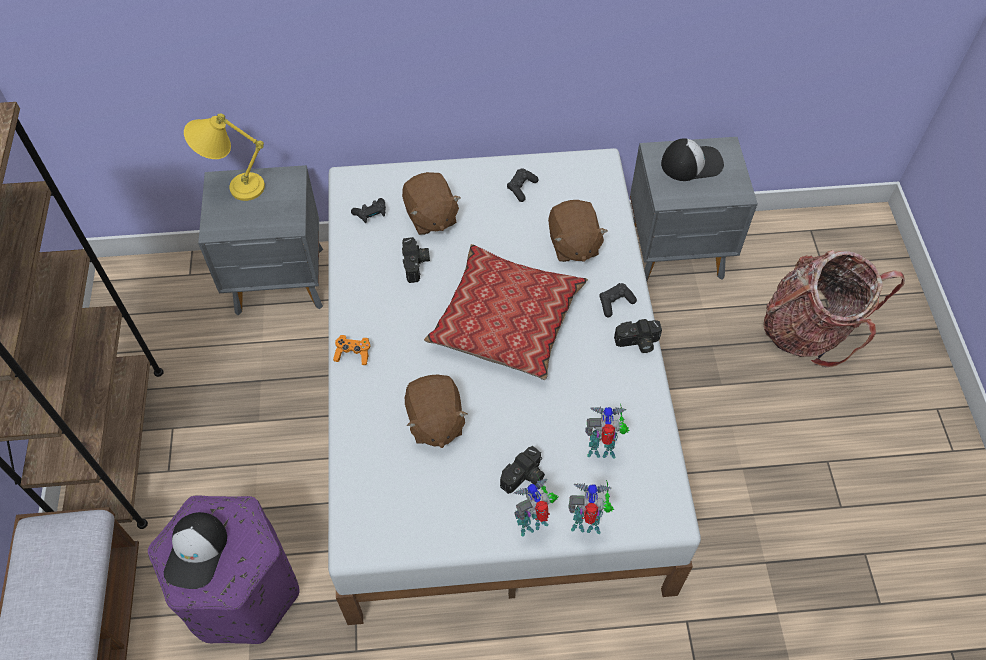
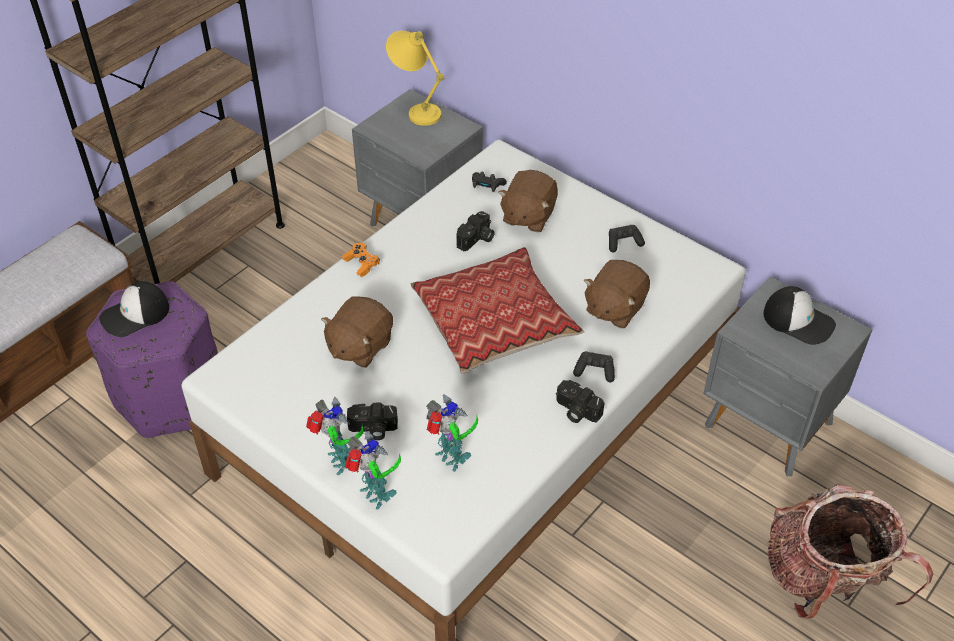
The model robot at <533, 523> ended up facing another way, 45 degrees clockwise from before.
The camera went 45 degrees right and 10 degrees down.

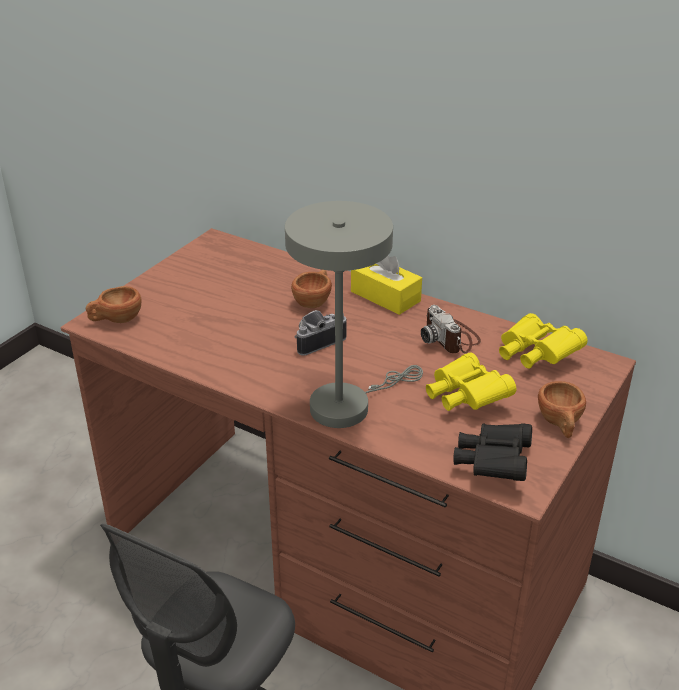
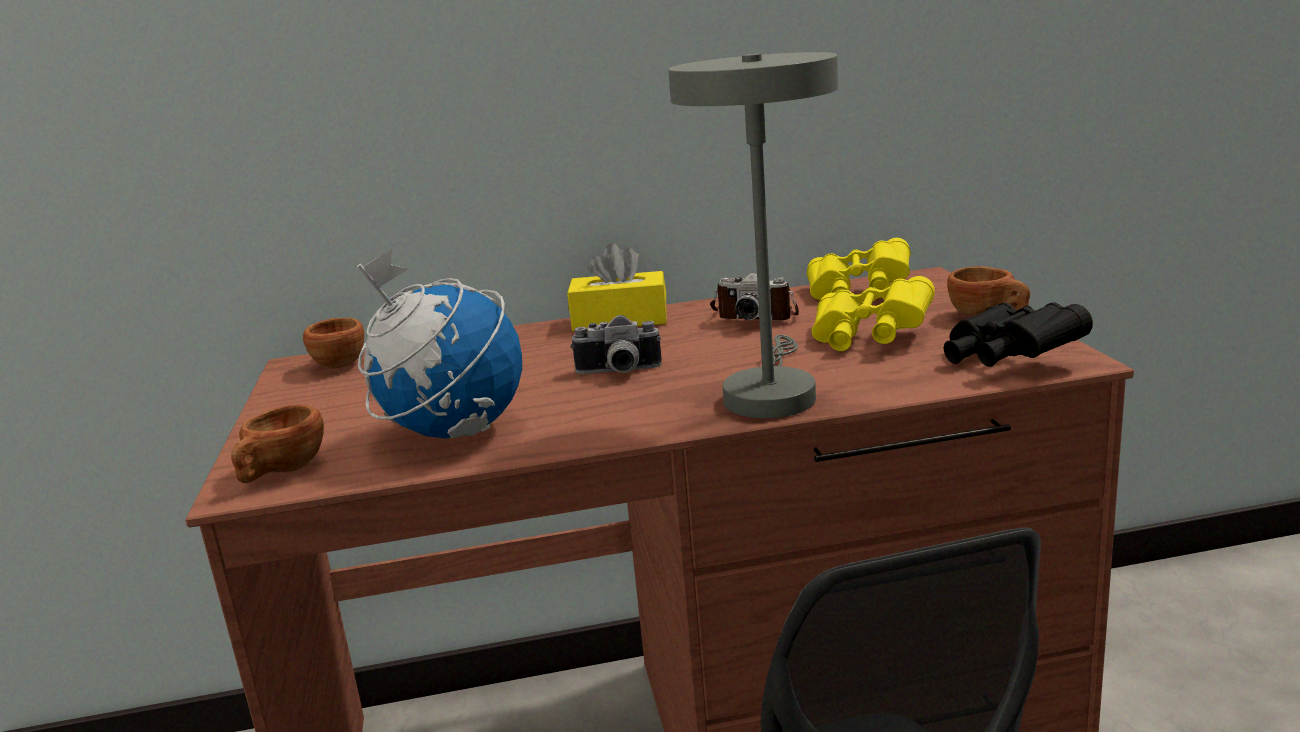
The drinking cup in brown ended up elsewhere, having gone from <314, 301> to <339, 362>.
The photo camera at <317, 340> ended up facing another way, 105 degrees counterclockwise from before.
The second view gained the desk globe at <452, 432>.
The camera went 40 degrees left and 15 degrees down.

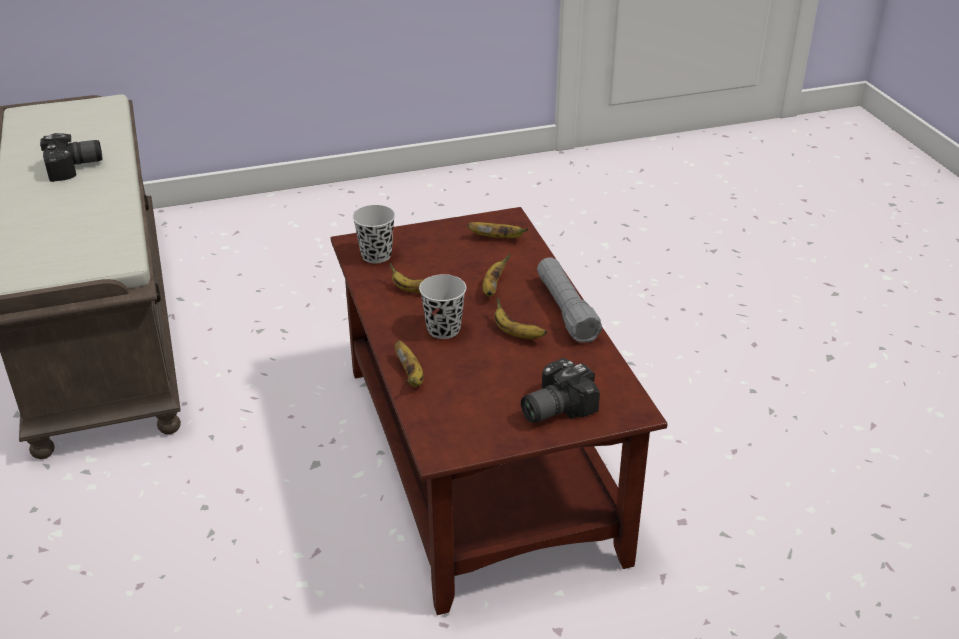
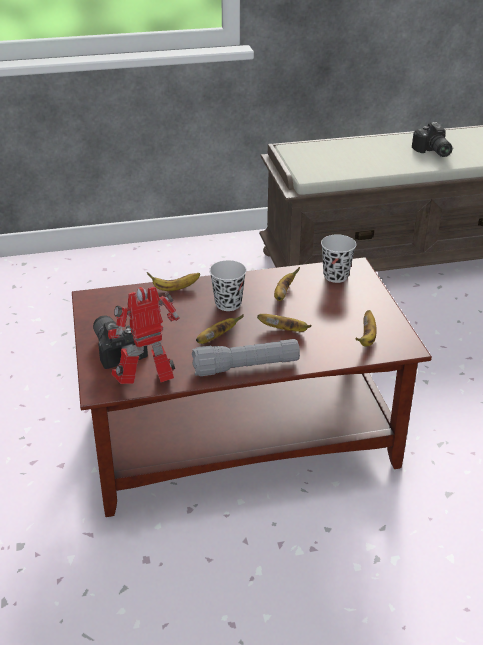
The second view gained the model robot at <148, 383>.
The camera went 95 degrees right and 0 degrees up.

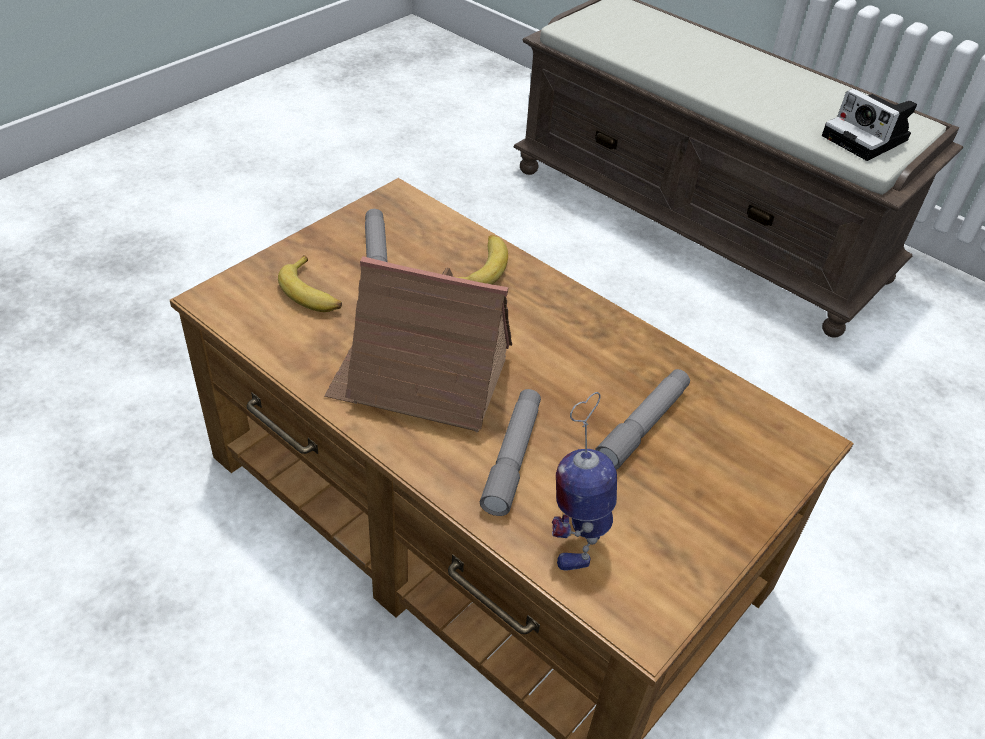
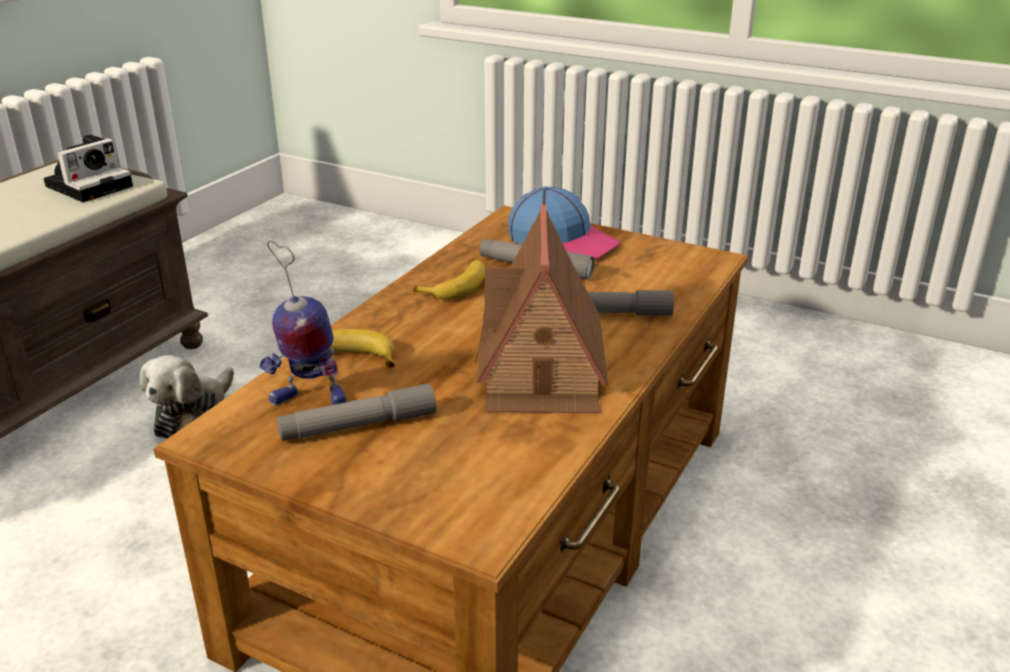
The banana fruit ended up elsewhere, having gone from <312, 293> to <457, 286>.
The model robot ended up elsewhere, having gone from <576, 537> to <308, 399>.
The second view gained the soft toy at <194, 415>.
The second view gained the peaked cap at <562, 241>.
The camera went 100 degrees left and 15 degrees down.

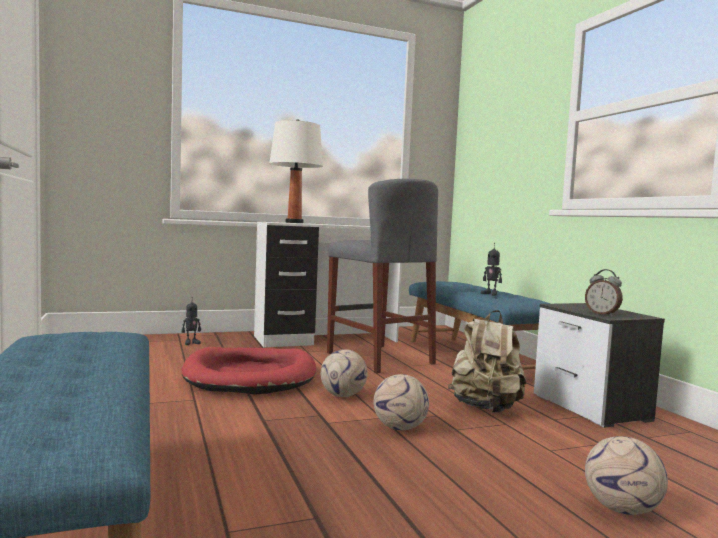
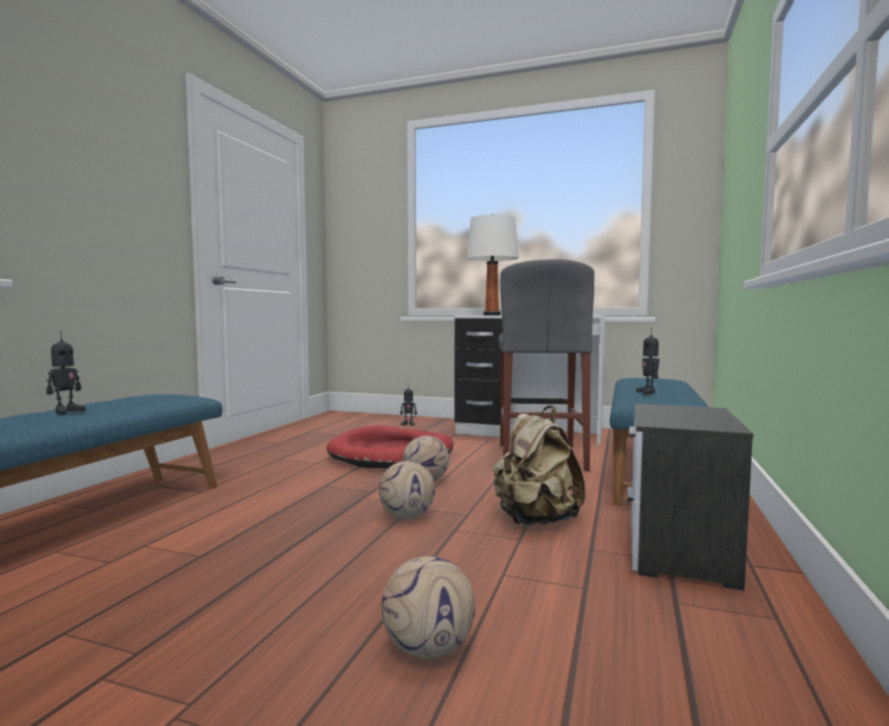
The second view lost the alarm clock at <602, 314>.
The second view gained the model robot at <66, 411>.
The camera went 40 degrees right and 0 degrees up.

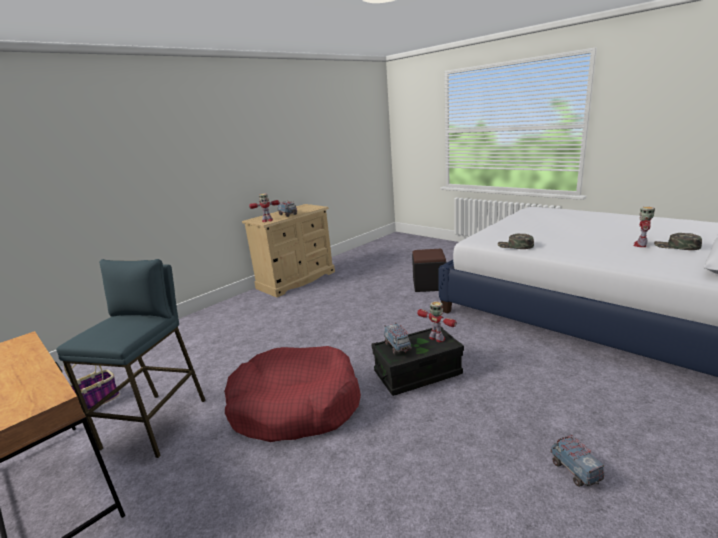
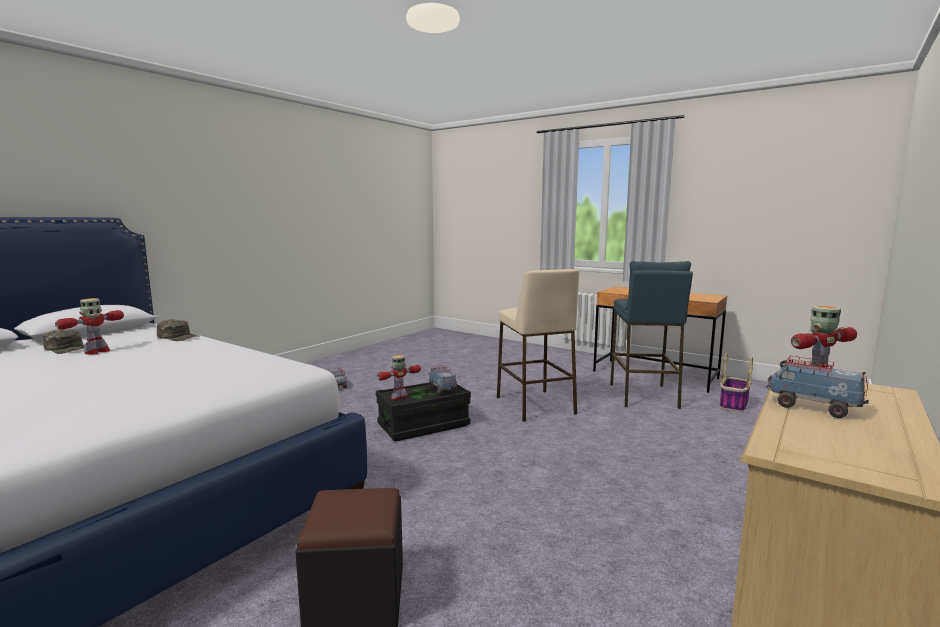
Where the dog cushion in red-coloured stood at <295, 405>, the sitting stool in beige came to stand at <535, 405>.
The model robot at <437, 339> ended up facing another way, 105 degrees clockwise from before.
The peaked cap in greenish ended up elsewhere, having gone from <515, 246> to <178, 336>.
The camera went 170 degrees right and 10 degrees down.

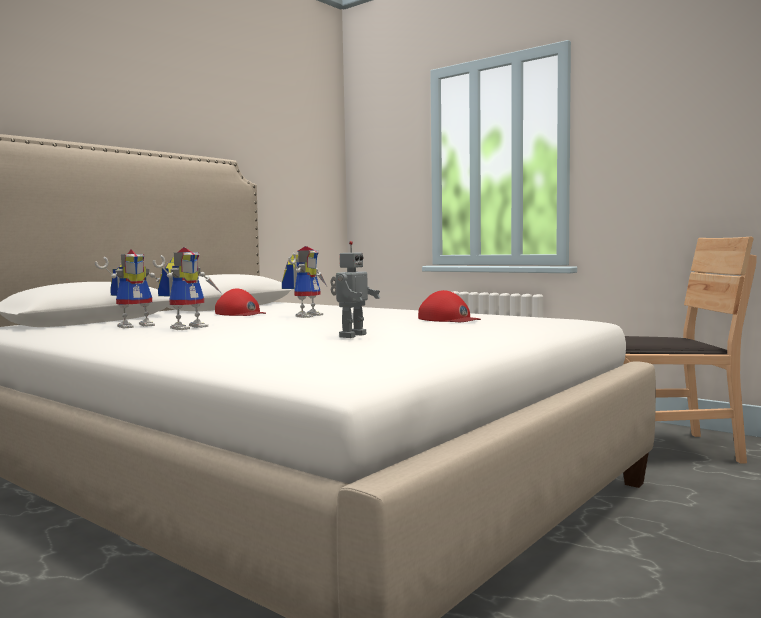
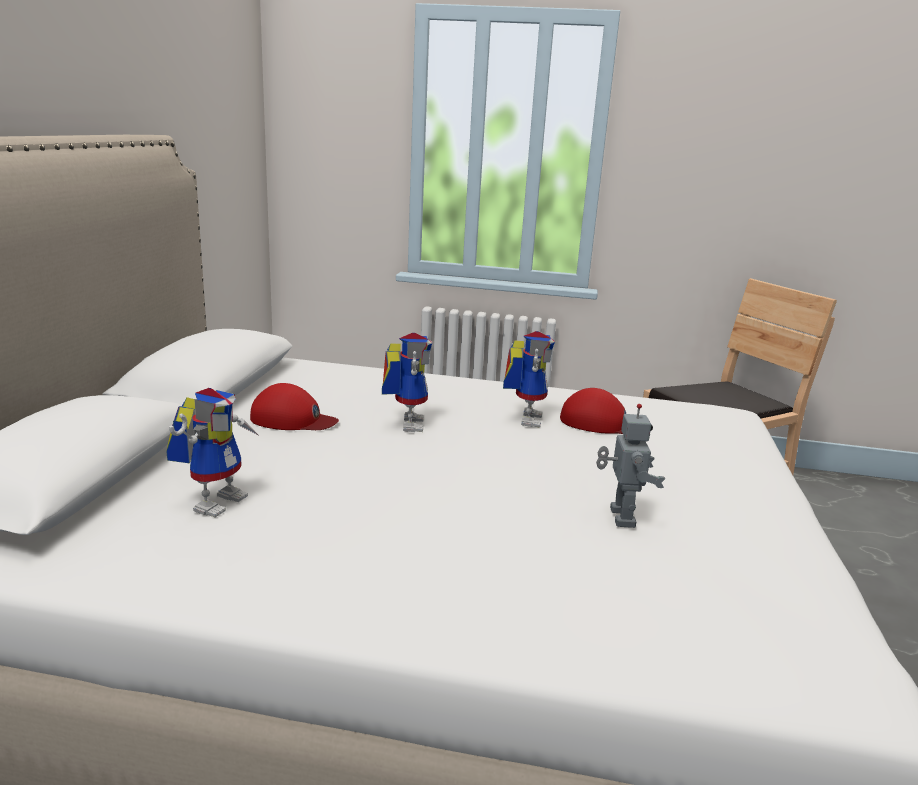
The model robot ended up elsewhere, having gone from <188, 327> to <524, 418>.
The camera went 30 degrees left and 15 degrees up.

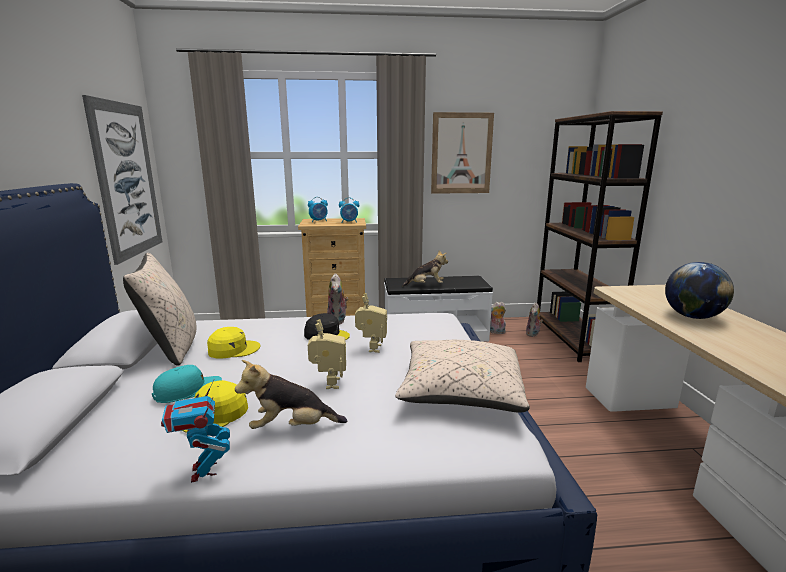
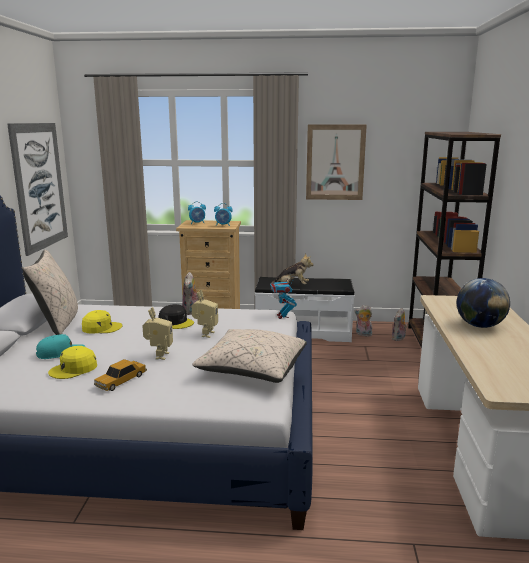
The model robot ended up elsewhere, having gone from <203, 471> to <282, 316>.
Where the soft toy stood at <292, 428>, the miniature car came to stand at <121, 380>.
The camera went 10 degrees right and 0 degrees up.

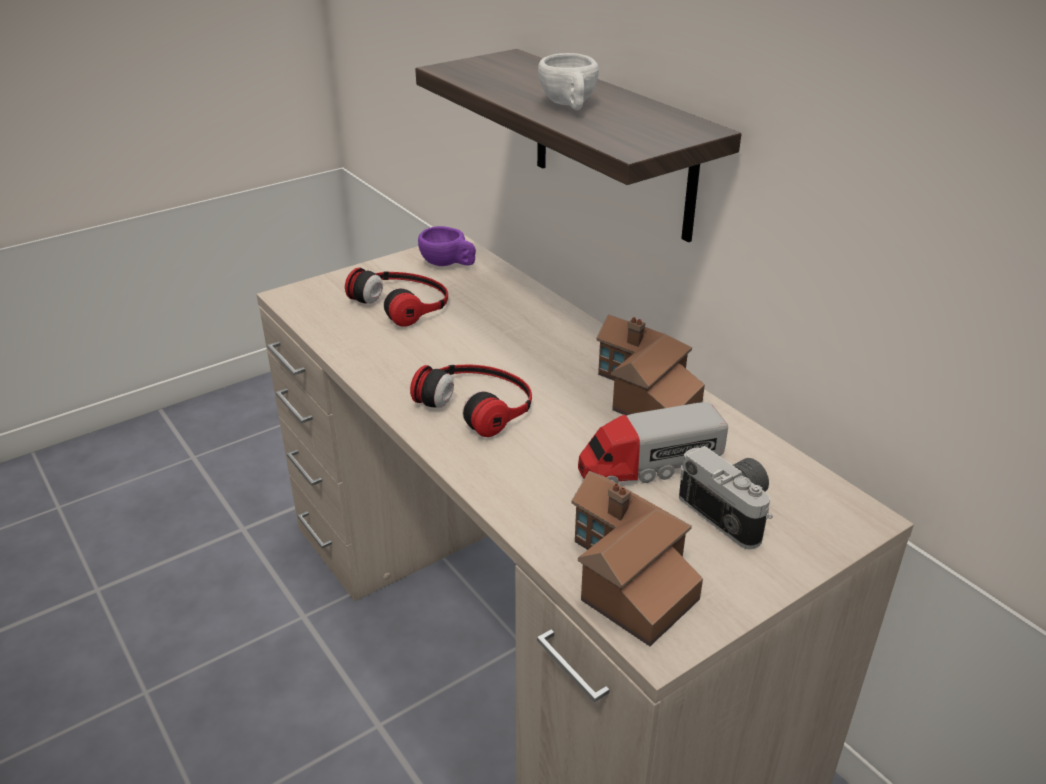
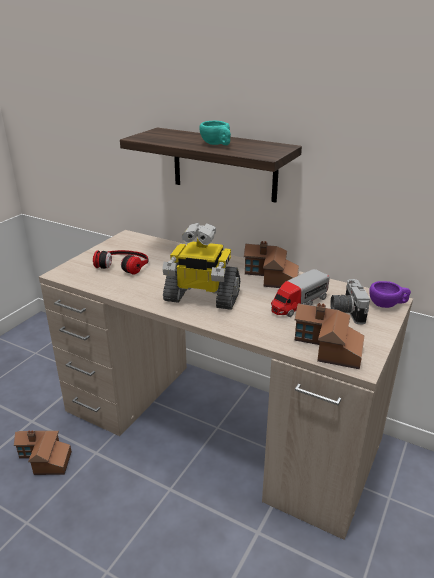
Where the headset stood at <479, 402>, the model robot came to stand at <201, 297>.
The drinking cup in purple ended up elsewhere, having gone from <448, 264> to <387, 305>.
What was the drinking cup in white-coloured at <569, 106> turned into the drinking cup in turquoise at <217, 145>.
The photo camera at <733, 511> ended up facing another way, 120 degrees counterclockwise from before.
The second view gained the miniature house at <44, 459>.
The camera went 25 degrees left and 5 degrees down.

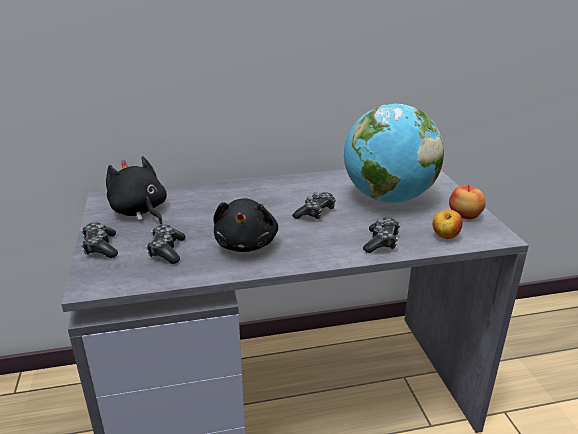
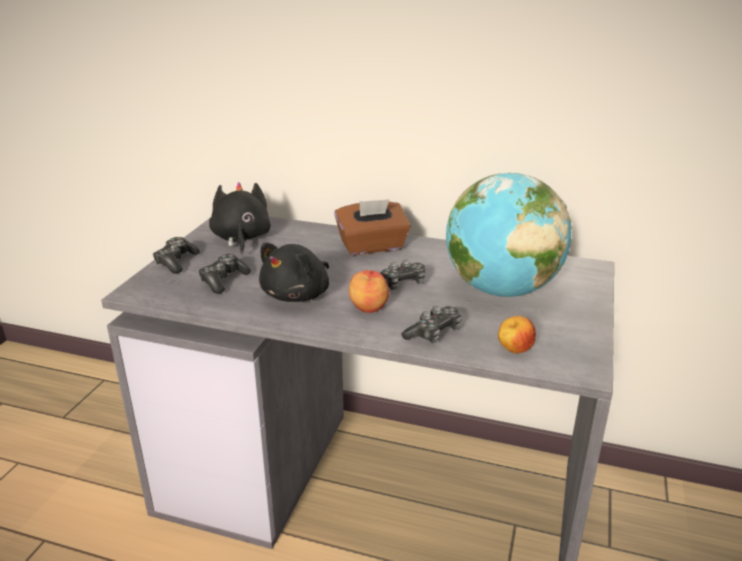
The whole apple ended up elsewhere, having gone from <464, 216> to <367, 307>.
The second view gained the tissue holder in brown at <372, 246>.
The camera went 30 degrees right and 0 degrees up.

